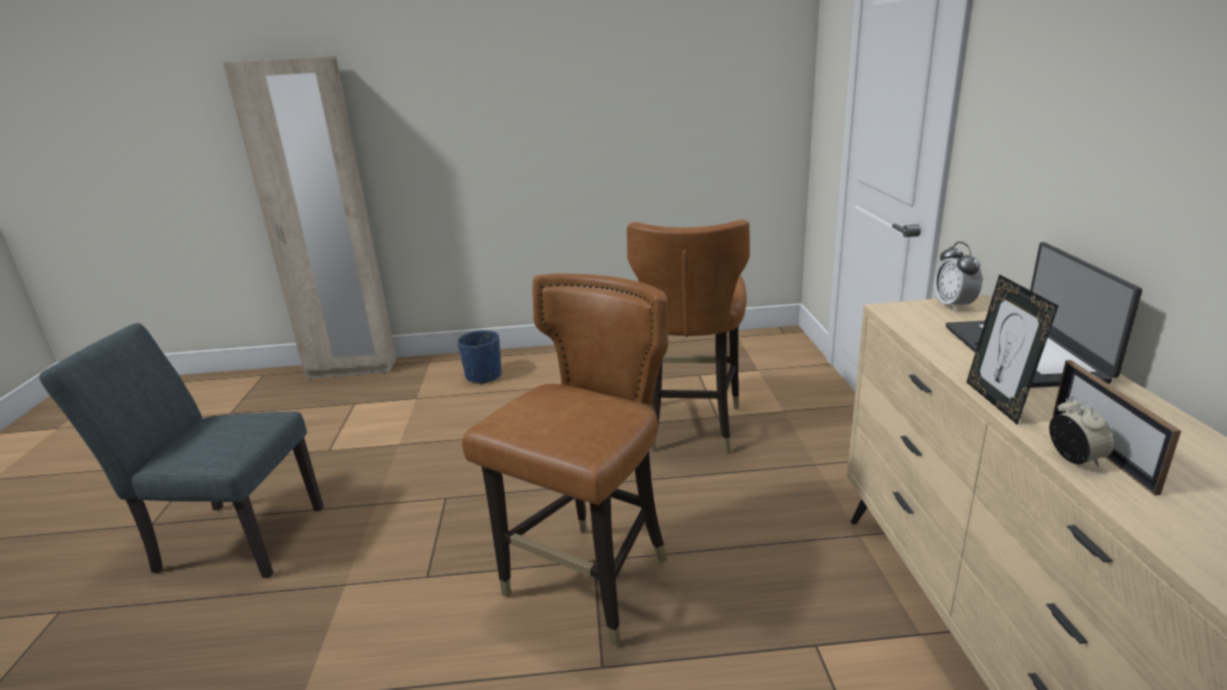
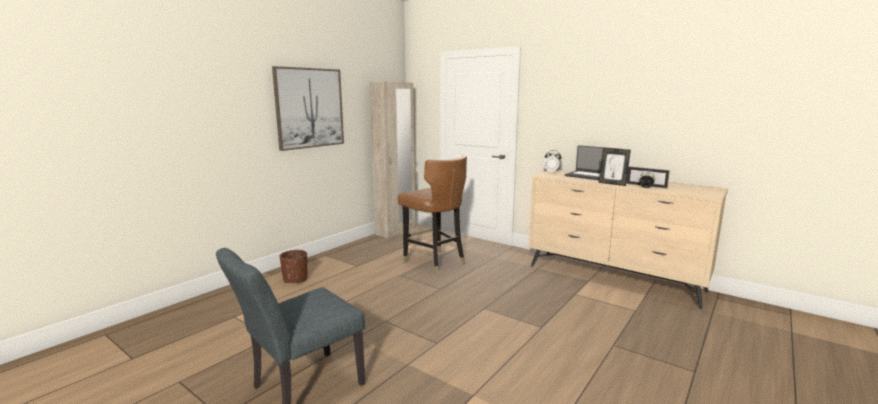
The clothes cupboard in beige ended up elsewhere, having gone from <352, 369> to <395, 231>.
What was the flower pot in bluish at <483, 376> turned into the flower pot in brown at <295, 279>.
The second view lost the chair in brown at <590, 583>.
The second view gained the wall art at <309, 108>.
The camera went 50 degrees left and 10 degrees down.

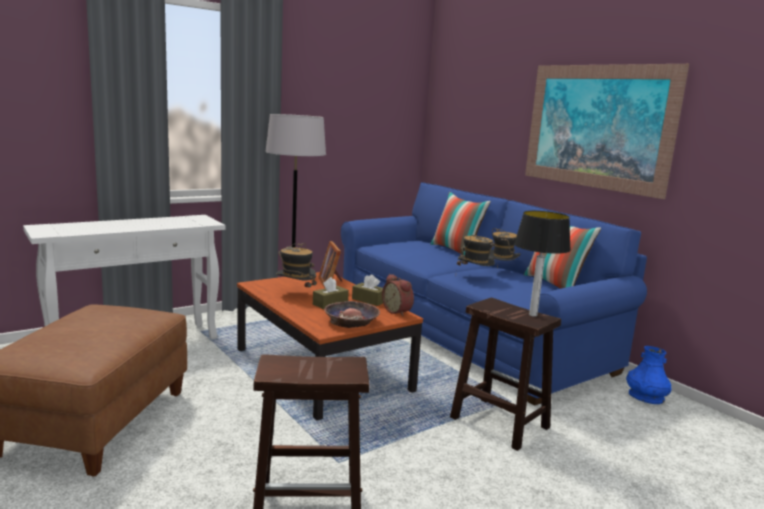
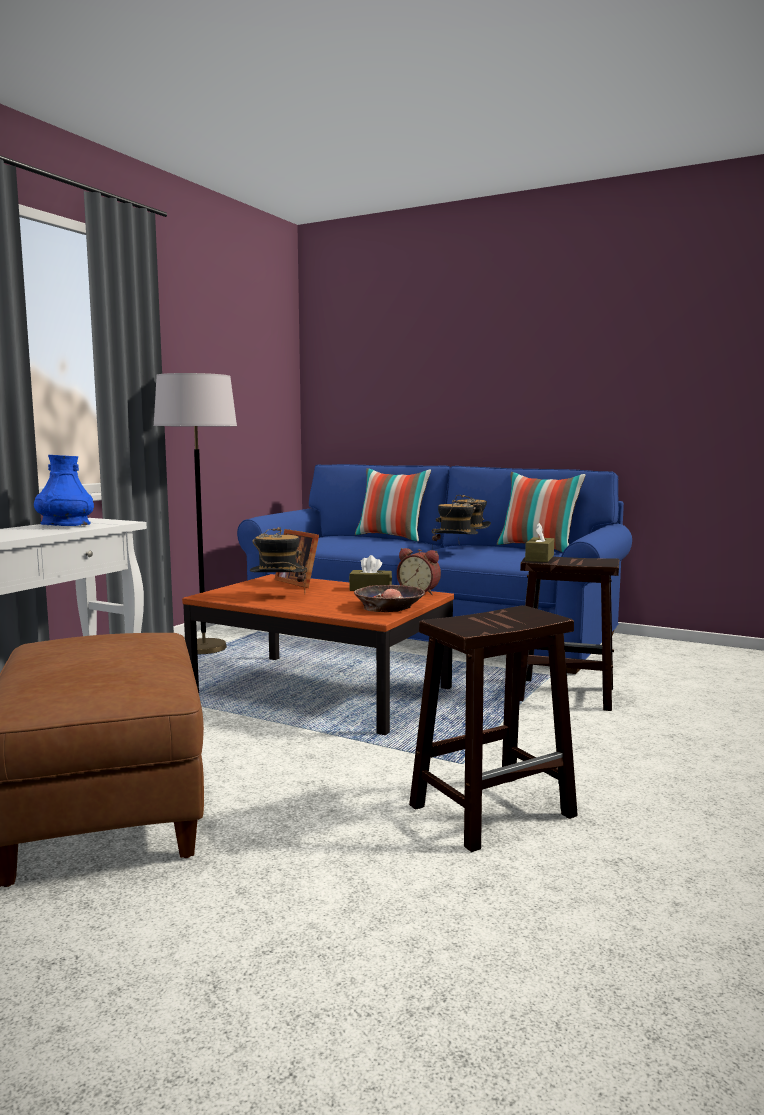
The tissue holder in brown ended up elsewhere, having gone from <330, 304> to <539, 558>.
The second view lost the tabletop lamp at <533, 315>.
The second view lost the wall art at <597, 127>.
The decorative vase in bluish ended up elsewhere, having gone from <646, 397> to <65, 525>.
The camera went 25 degrees left and 5 degrees down.

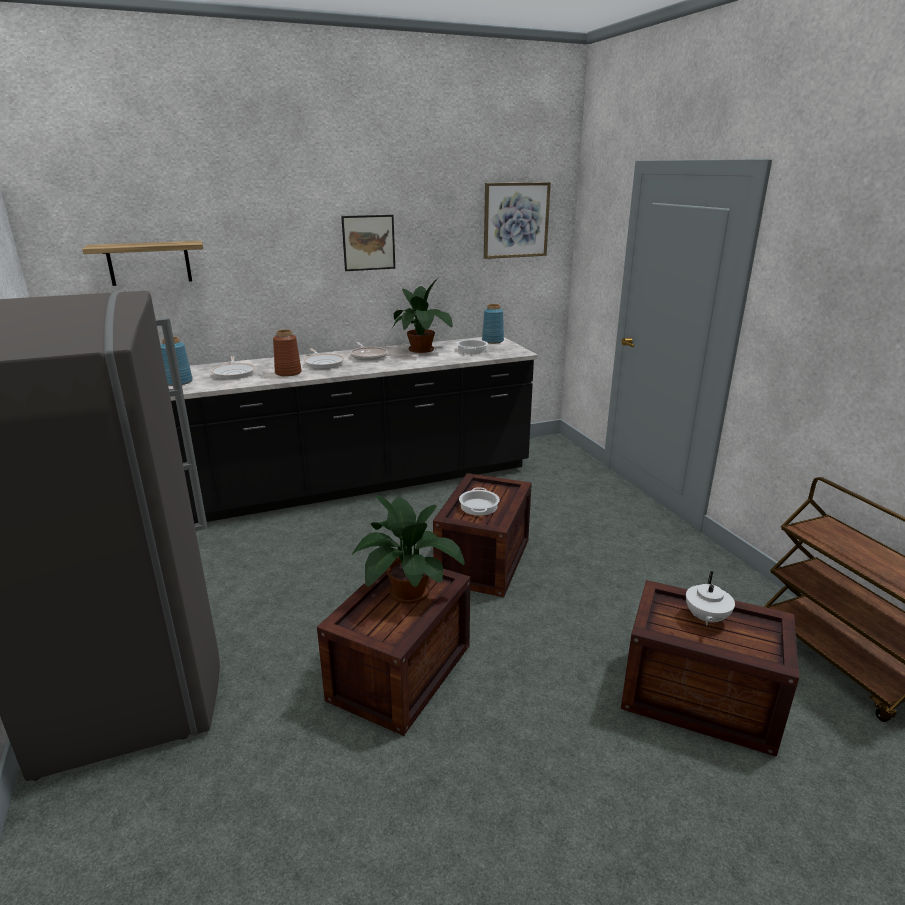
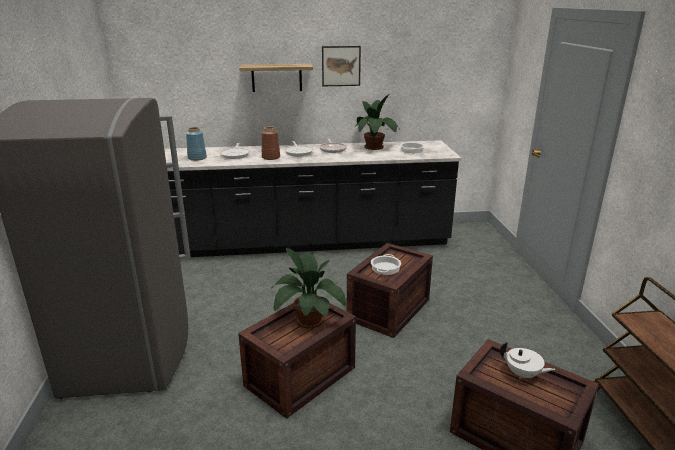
The bracket shelf ended up elsewhere, having gone from <149, 263> to <276, 77>.
The second view lost the decorative vase in bluish at <492, 341>.
The second view lost the wall art at <516, 220>.
The tea pot in white-coloured at <705, 618> ended up facing another way, 90 degrees counterclockwise from before.
The camera went 15 degrees right and 0 degrees up.

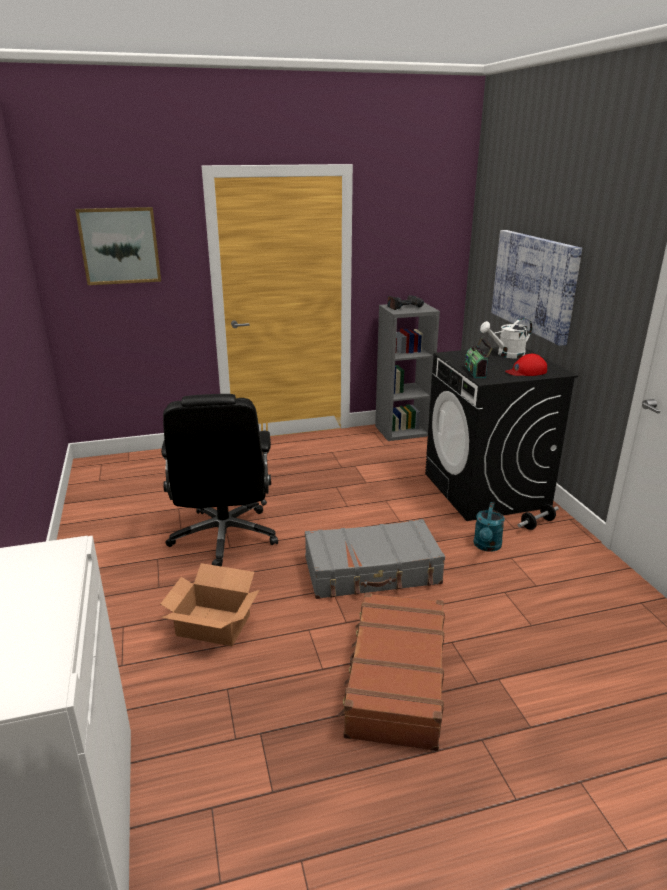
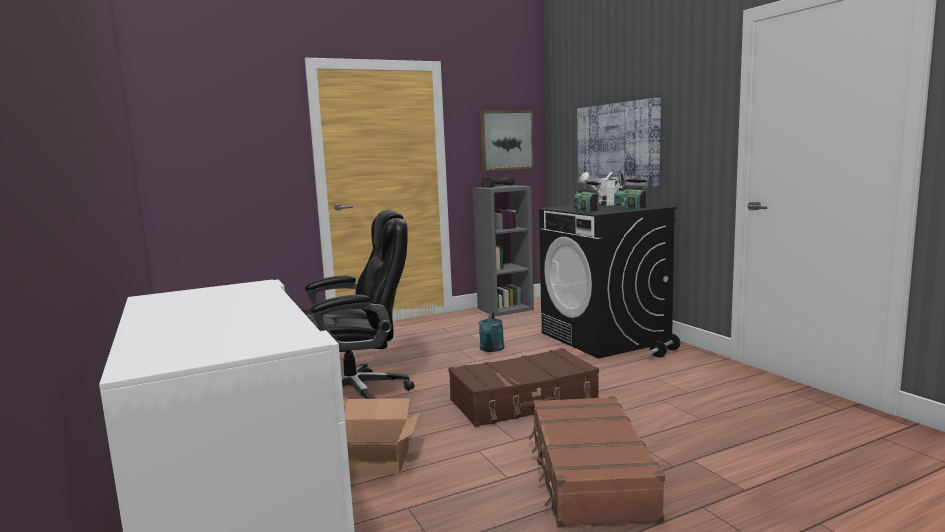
The wall art ended up elsewhere, having gone from <119, 246> to <506, 140>.
The desk chair in black-coloured at <224, 537> ended up facing another way, 90 degrees counterclockwise from before.
What was the suitcase in greyish at <372, 571> turned into the suitcase in brown at <524, 401>.
The sprinkling can in turquoise ended up elsewhere, having gone from <487, 546> to <491, 349>.
Where the peaked cap in red-coloured stood at <526, 371>, the radio set came to stand at <630, 208>.
The camera went 10 degrees left and 15 degrees down.

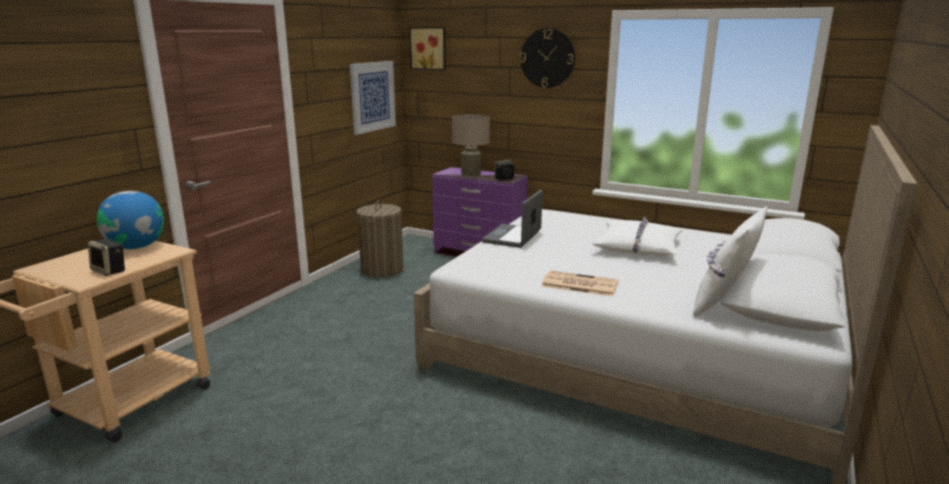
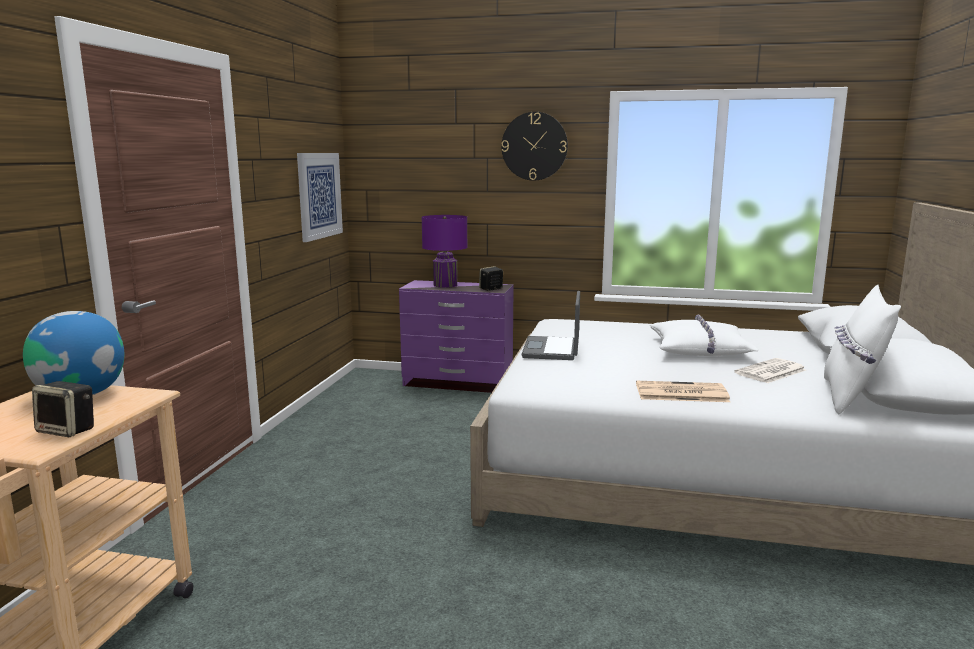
The second view lost the washing basket at <382, 269>.
The second view lost the wall art at <428, 48>.
What was the tabletop lamp in beige at <471, 173> turned into the tabletop lamp in purple at <445, 285>.
The second view gained the newspaper at <770, 372>.
The camera went 15 degrees left and 5 degrees down.

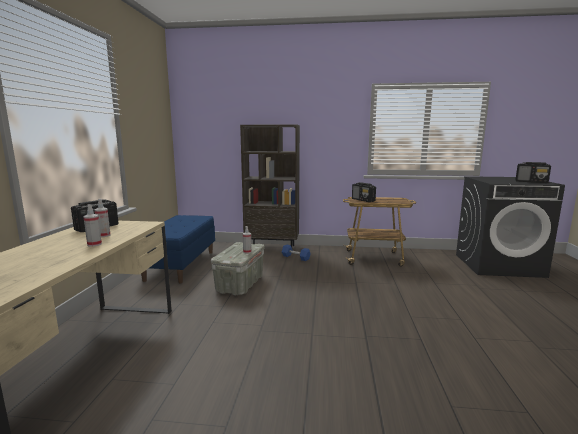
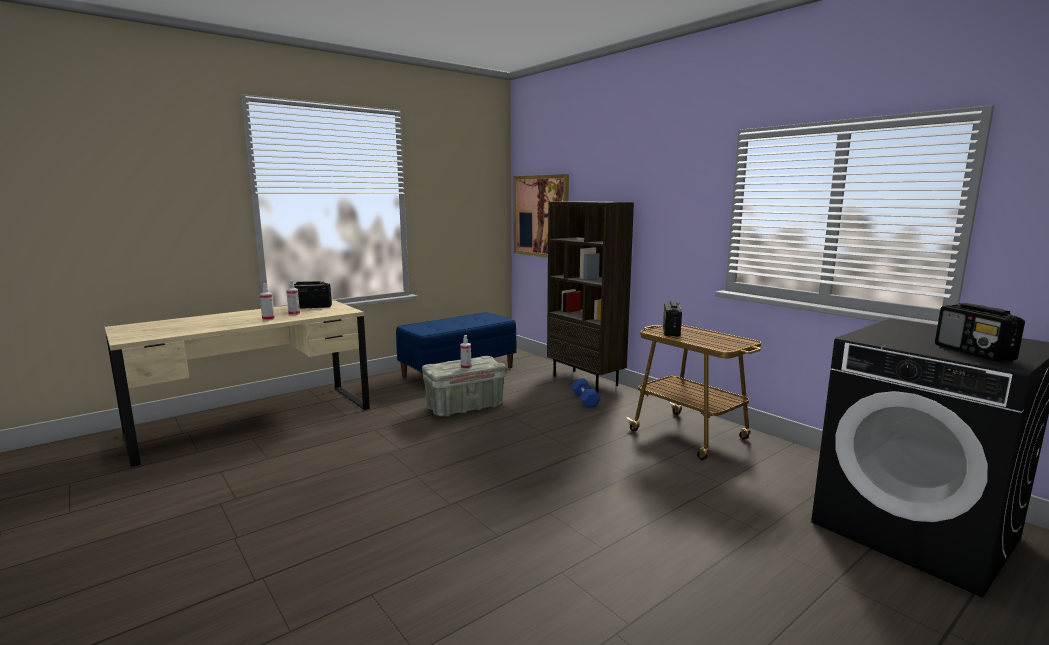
The second view gained the wall art at <541, 216>.
The camera went 45 degrees right and 0 degrees up.

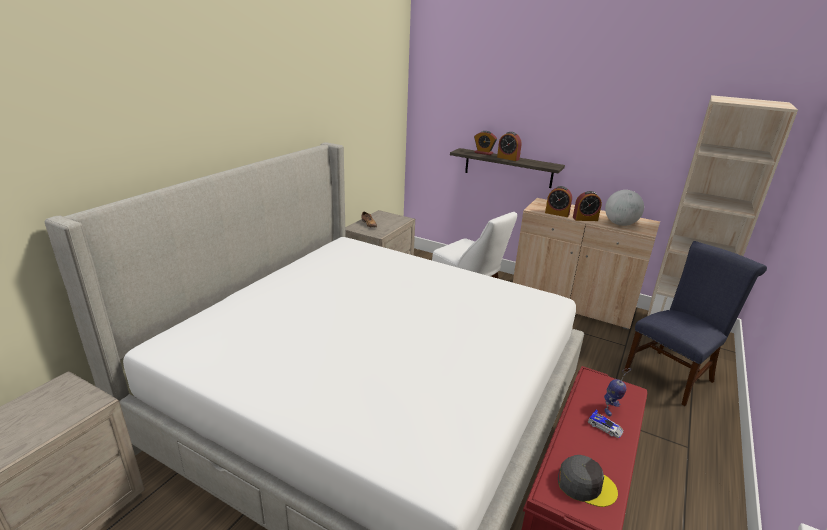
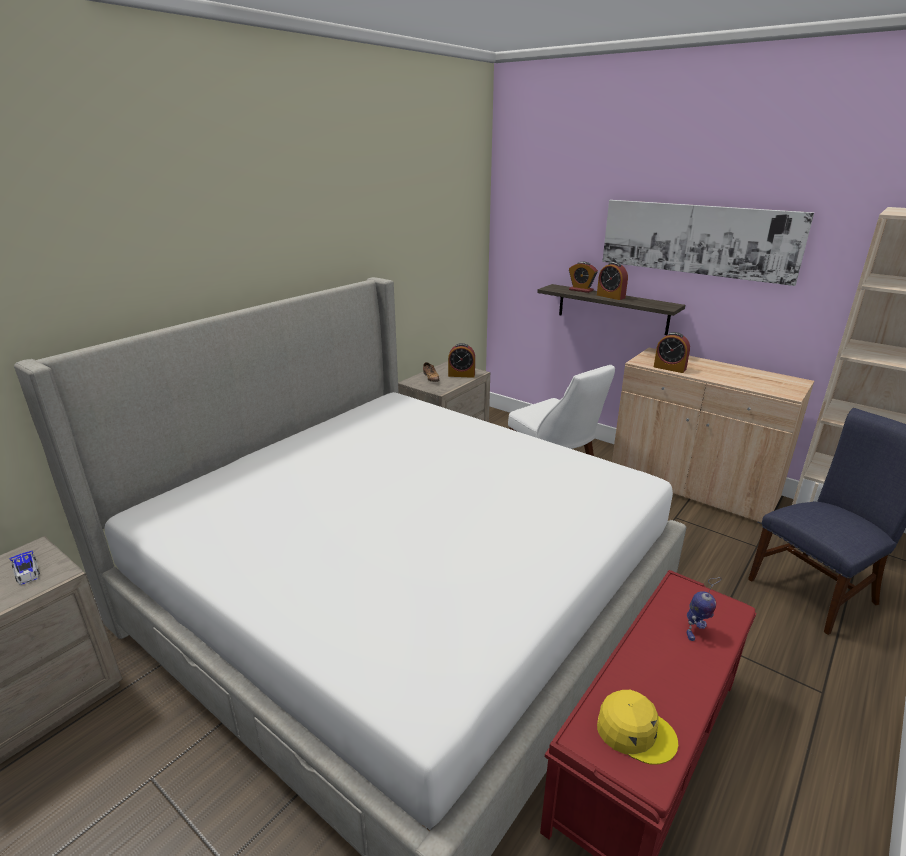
What was the peaked cap in greyish at <585, 485> turned into the peaked cap in yellowish at <635, 731>.
The alarm clock ended up elsewhere, having gone from <585, 219> to <461, 375>.
The miniature car ended up elsewhere, having gone from <605, 427> to <27, 572>.
The second view lost the desk globe at <620, 224>.
The second view gained the wall art at <697, 239>.
The camera went 10 degrees right and 0 degrees up.

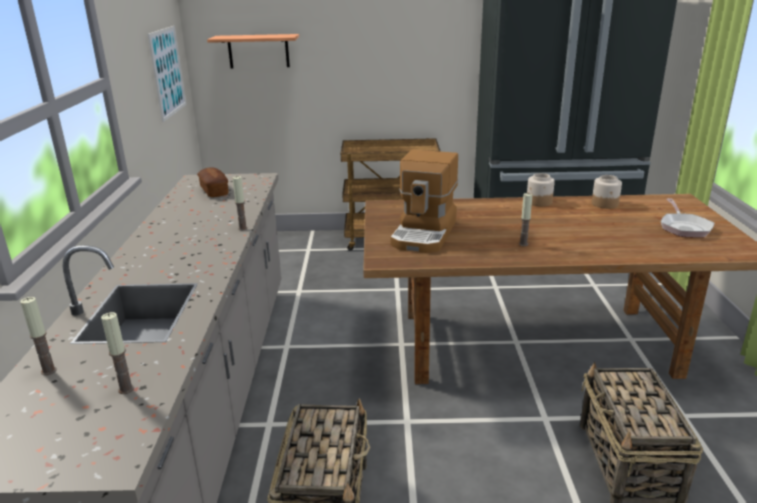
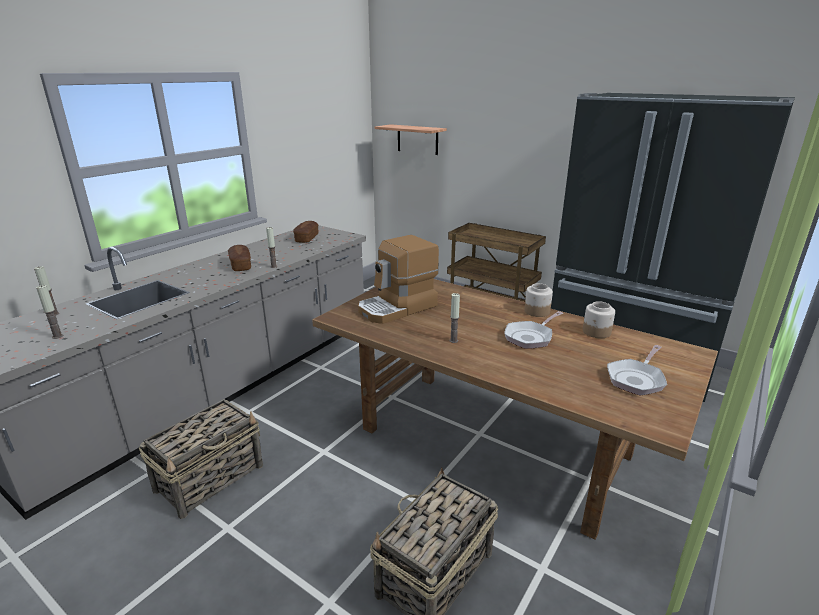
The second view lost the wall art at <168, 72>.
The second view gained the bread at <240, 265>.
The second view gained the pan at <530, 337>.
The camera went 35 degrees right and 0 degrees up.

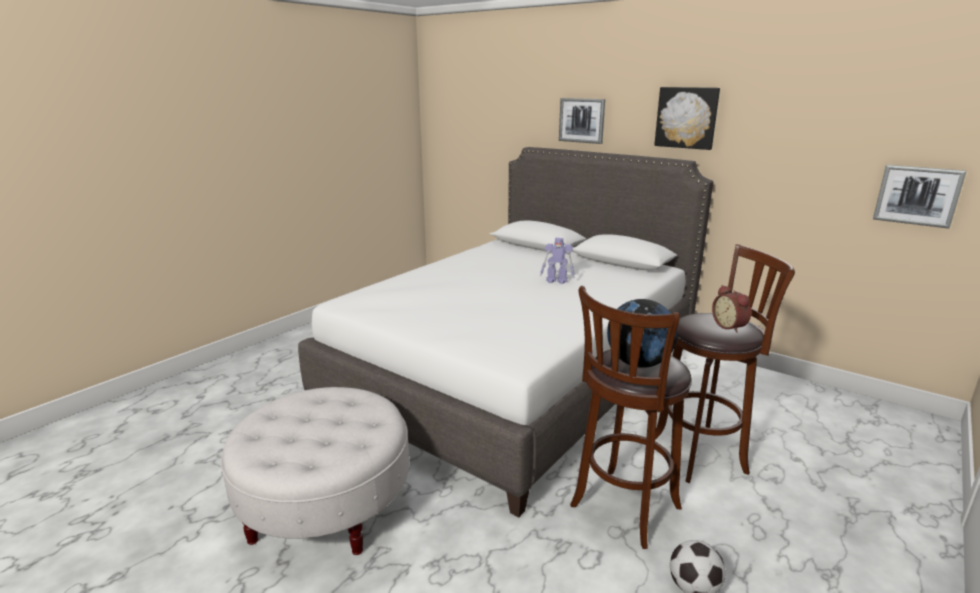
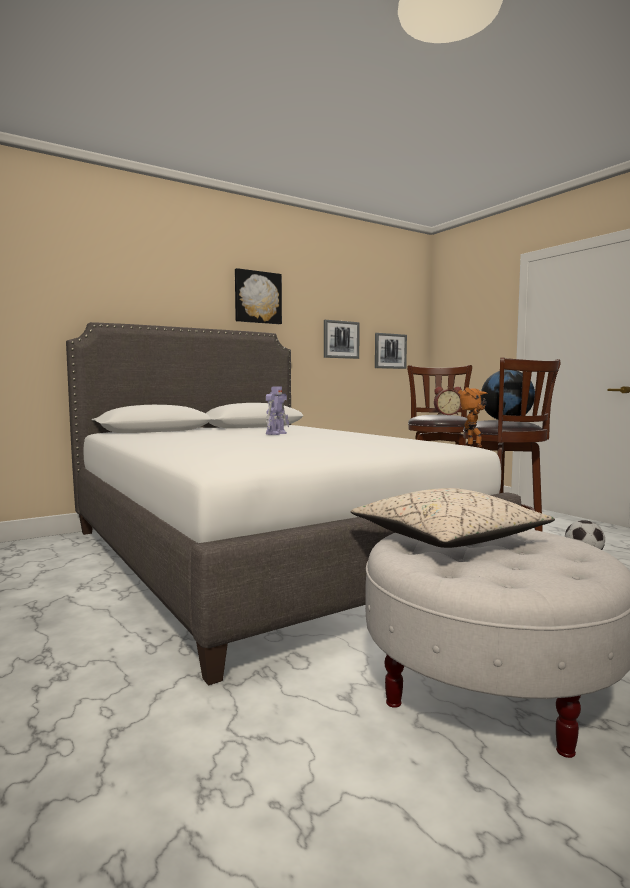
The wall art ended up elsewhere, having gone from <582, 120> to <341, 339>.
The second view gained the cushion in beige at <447, 539>.
The second view gained the model robot at <472, 446>.
The camera went 70 degrees left and 15 degrees down.

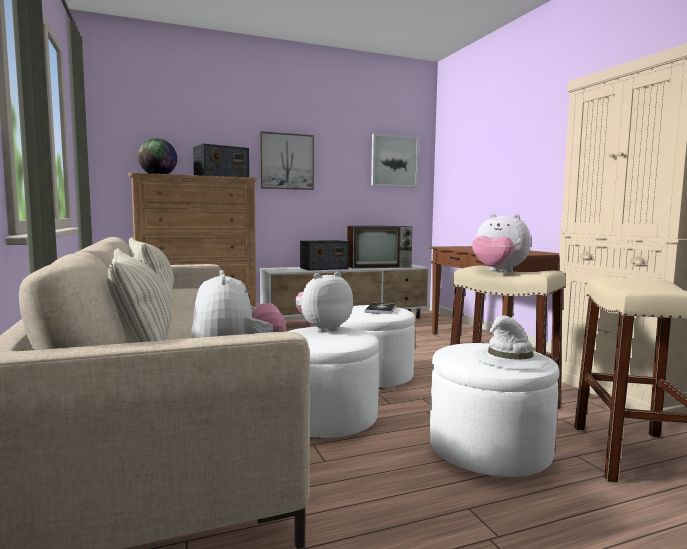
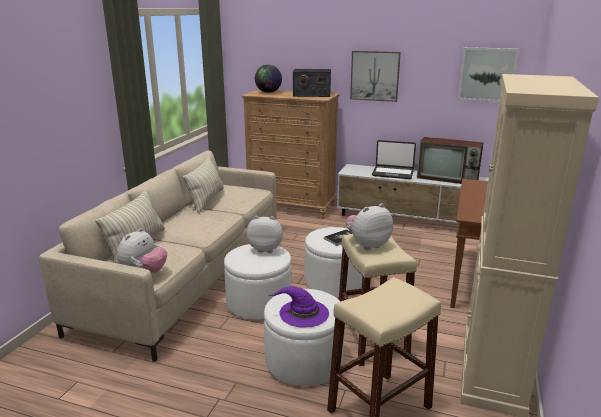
Where the radio set stood at <323, 268>, the portable computer came to stand at <393, 173>.
The soft toy at <498, 272> ended up facing another way, 75 degrees clockwise from before.
What was the clothing hat in white-coloured at <509, 358> turned into the clothing hat in purple at <303, 313>.
The camera went 40 degrees right and 15 degrees up.

